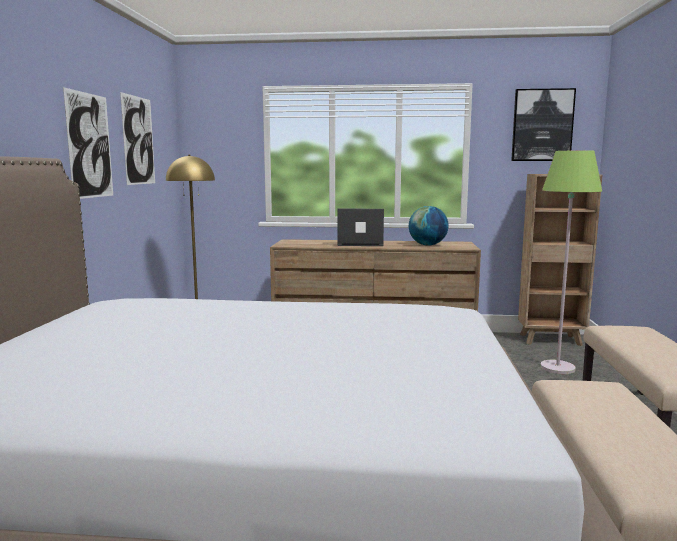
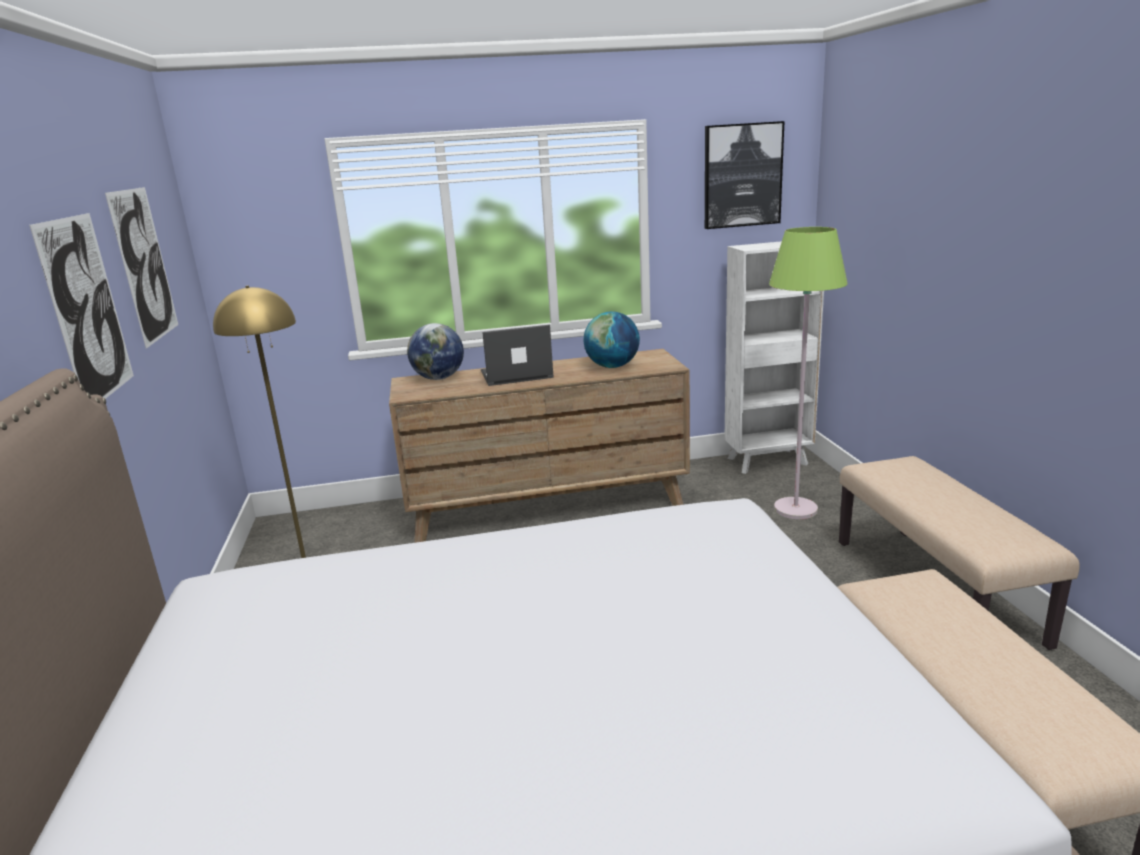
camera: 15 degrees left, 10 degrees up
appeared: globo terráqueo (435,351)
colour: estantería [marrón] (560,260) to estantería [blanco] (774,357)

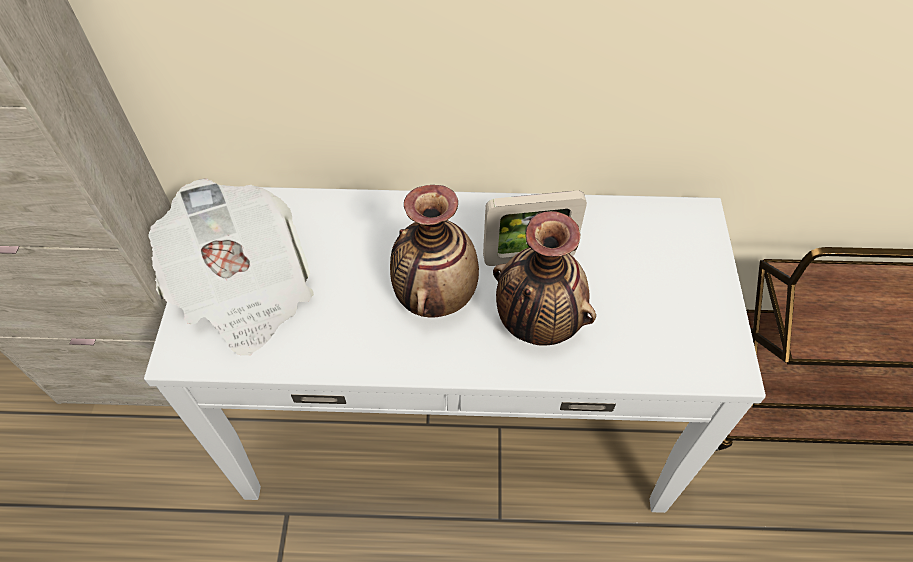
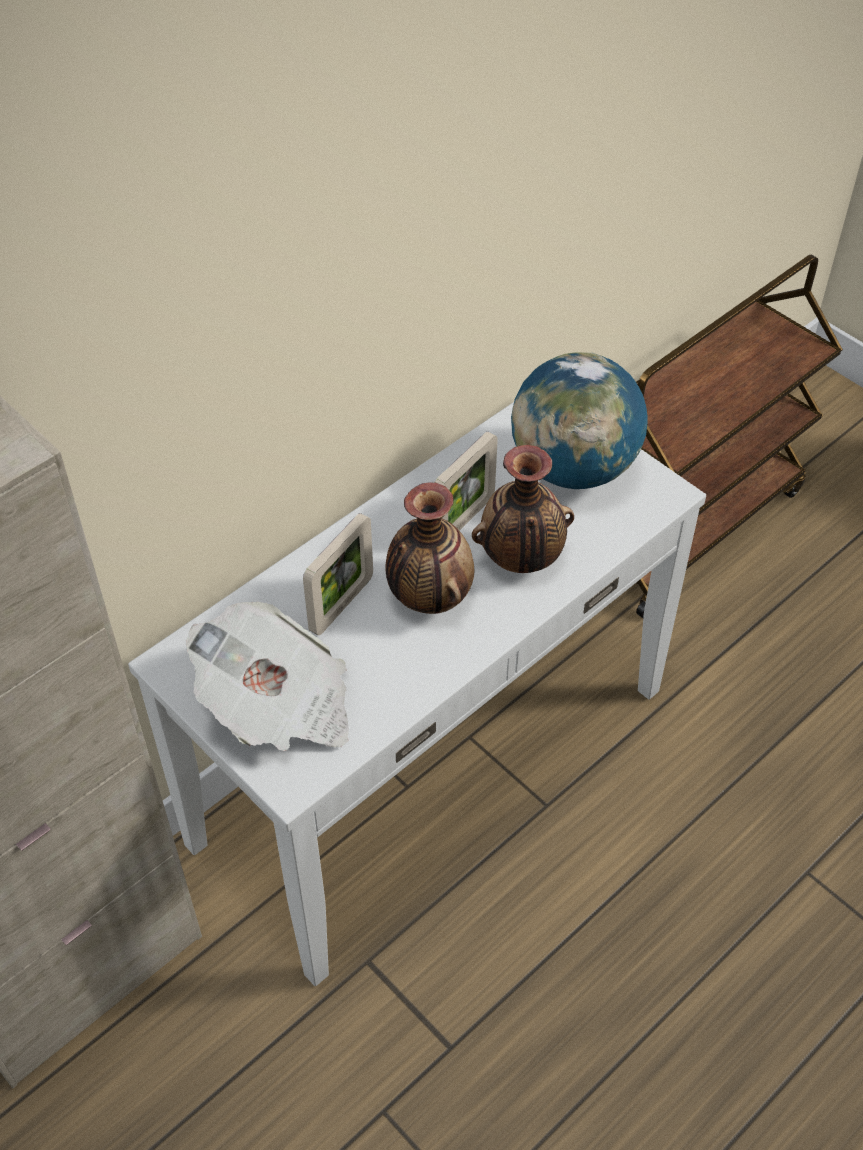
camera: 45 degrees left, 5 degrees down
appeared: globo terráqueo (579,420); portarretratos (338,574)

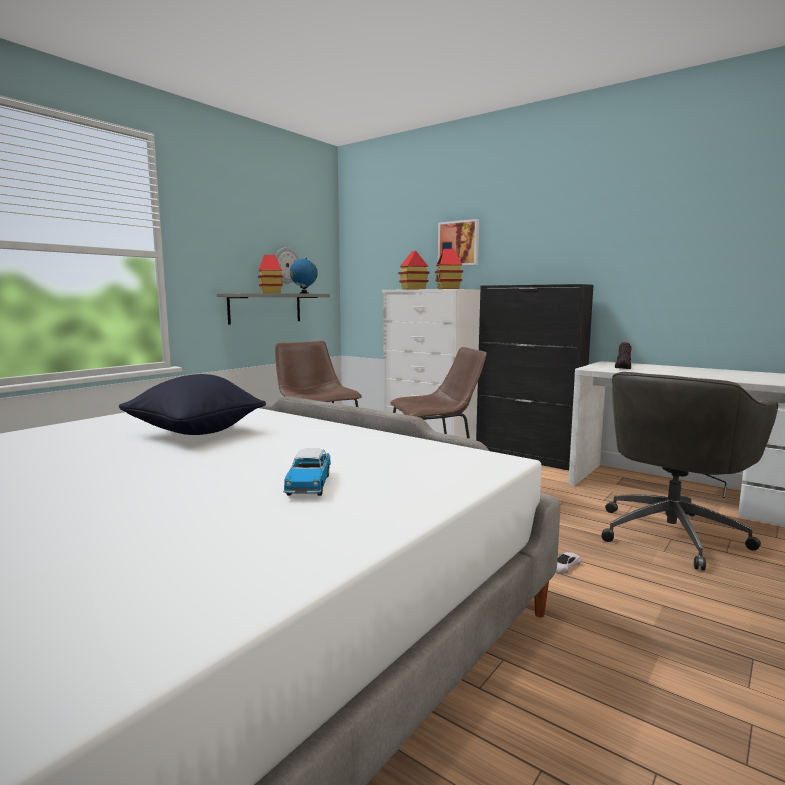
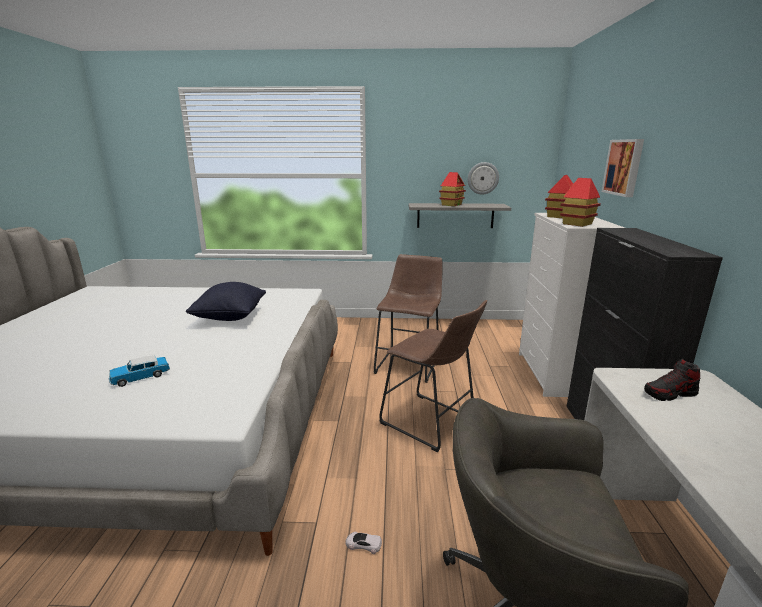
camera: 55 degrees right, 10 degrees up
missing: globo terráqueo (304,276)

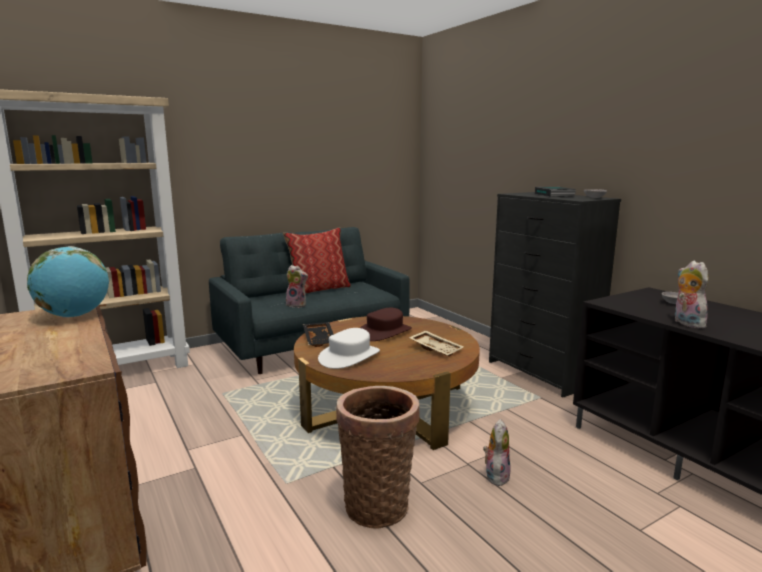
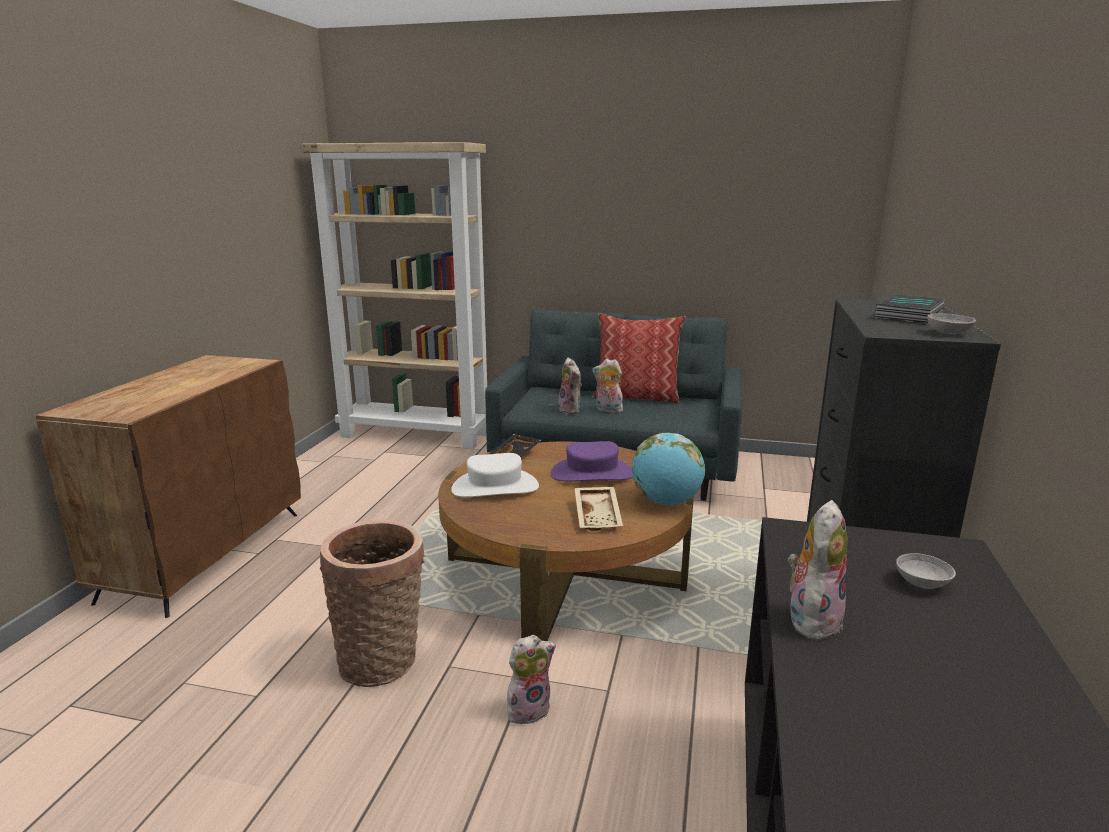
camera: 45 degrees right, 5 degrees up
appeared: peluche (608,386)
relocated: globo terráqueo (68,282) to (668,469)
colour: sombrero [marrón] (386,324) to sombrero [morado] (592,461)

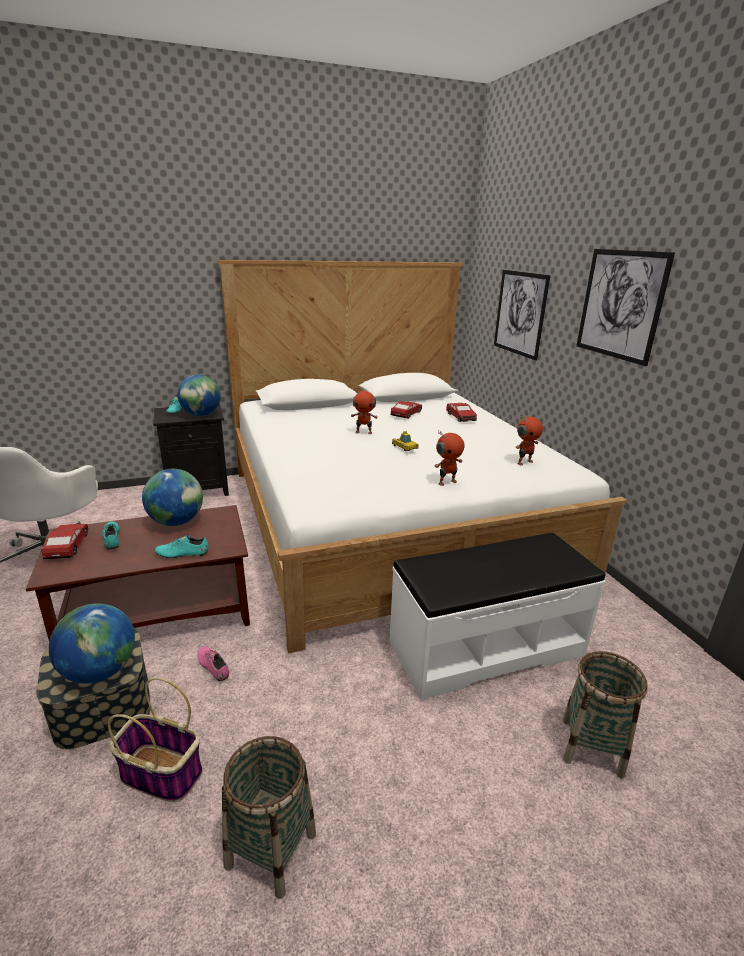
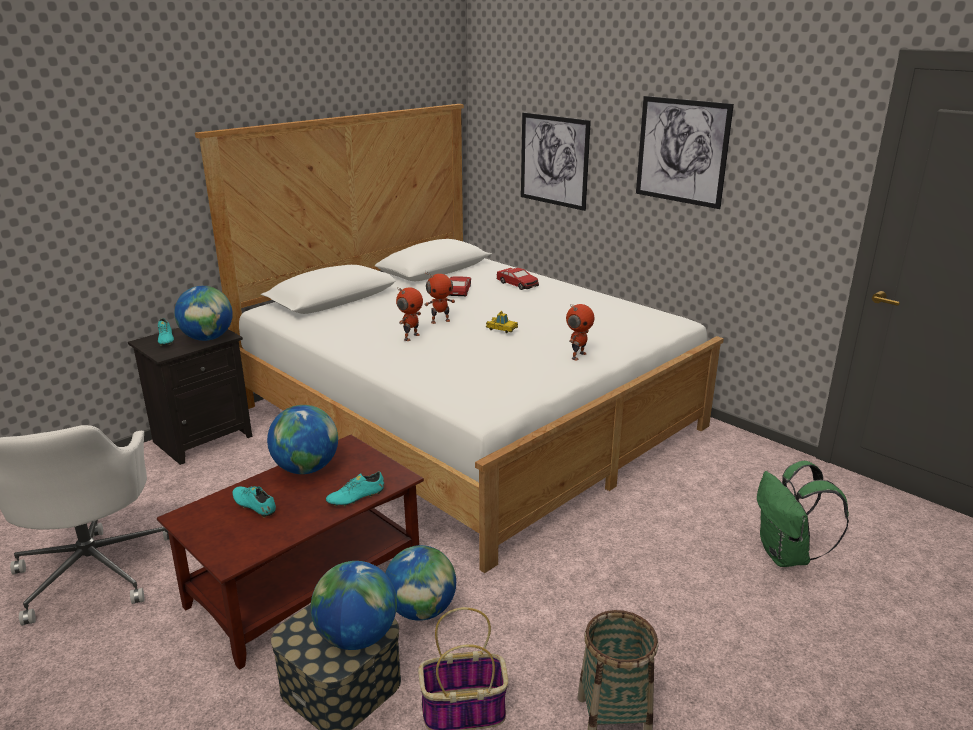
camera: 25 degrees left, 0 degrees up
missing: coche de juguete (64,541); banco [blanco] (498,616)
relocated: robot de juguete (529,440) to (409,314)
exchanged: zapato [rosa] (213,663) to globo terráqueo (420,583); cesta (605,715) to mochila [verde] (803,514)

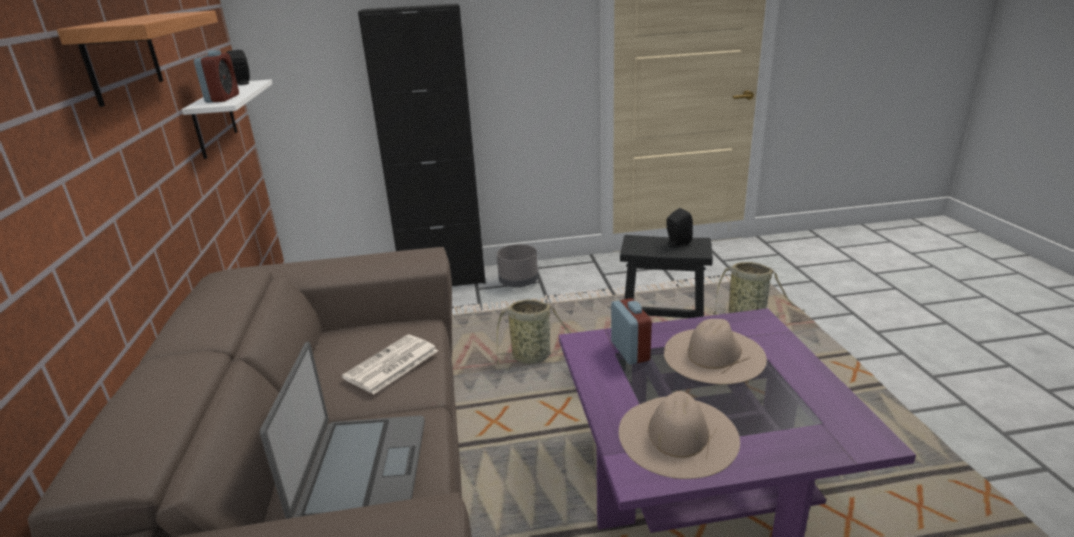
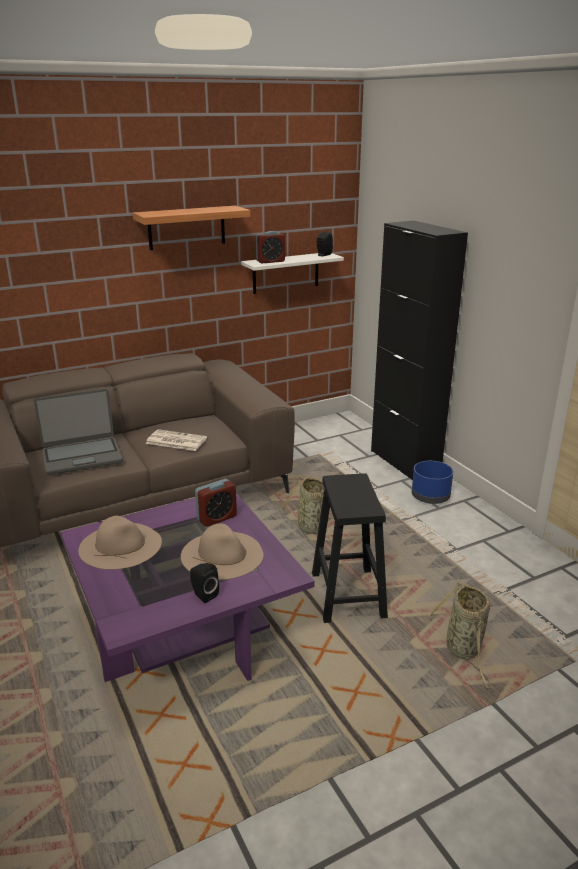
camera: 70 degrees right, 0 degrees up
relocated: altavoz [negro] (680,227) to (204,583)
colour: maceta [gris] (517,265) to maceta [azul] (432,482)

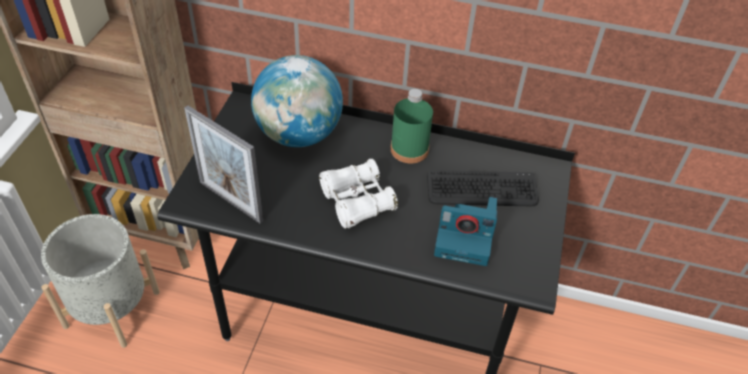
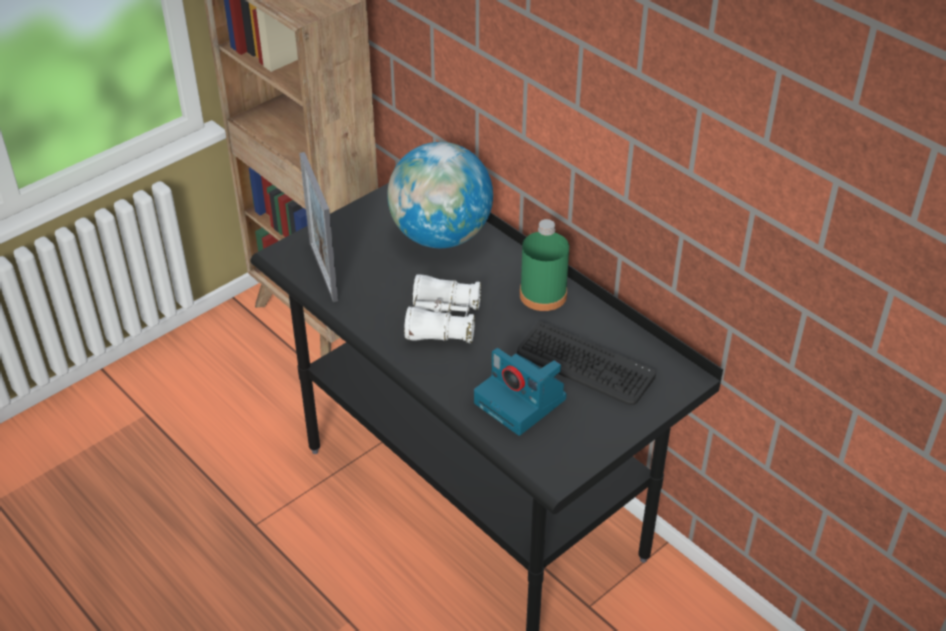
camera: 35 degrees right, 5 degrees down
missing: maceta [gris] (100,281)

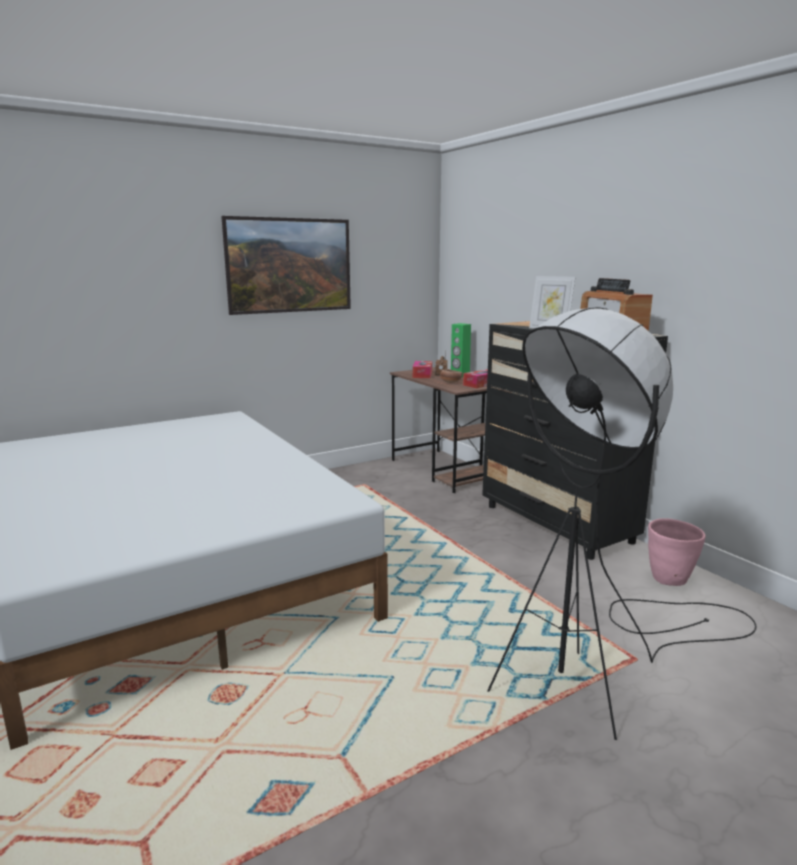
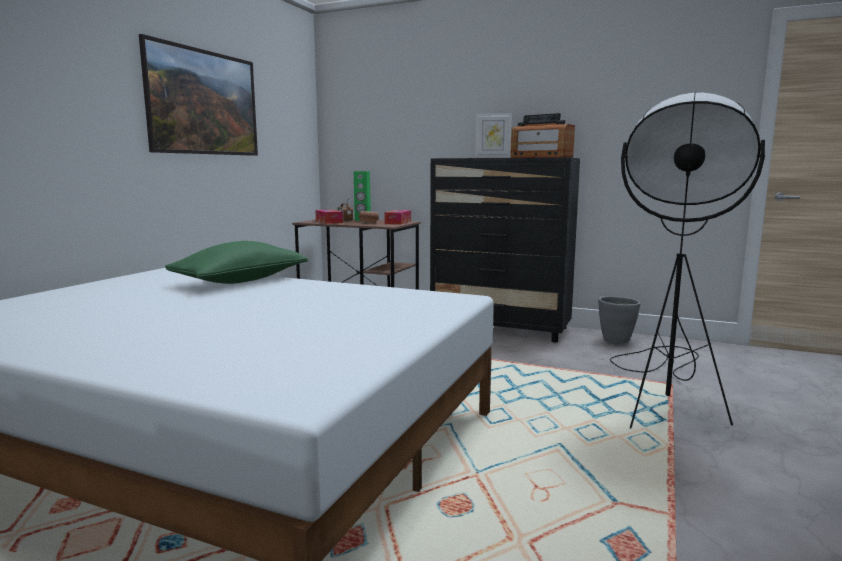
camera: 35 degrees left, 5 degrees down
appeared: cojín [verde] (236,262)
colour: maceta [rosa] (677,552) to maceta [gris] (619,320)

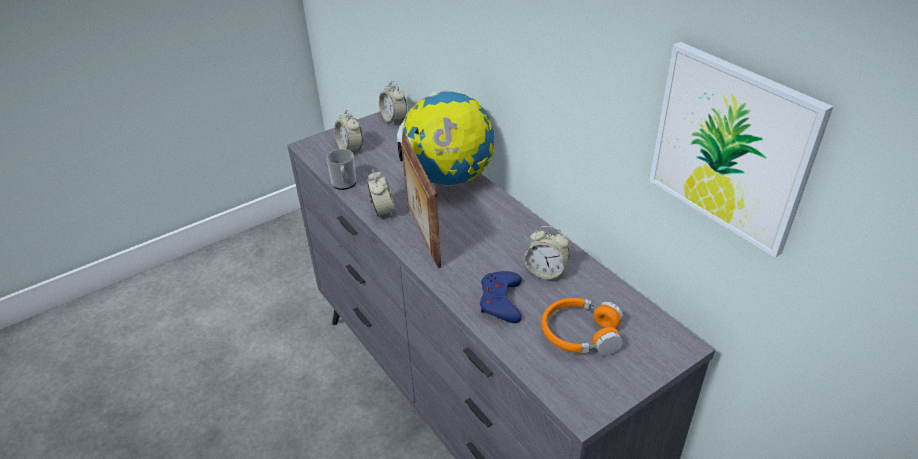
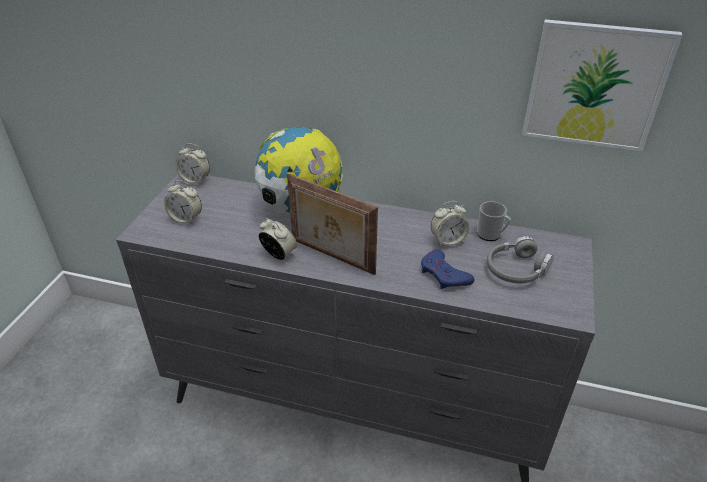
camera: 40 degrees left, 0 degrees up
relocated: taza grande (341,169) to (494,221)
colour: auriculares [naranja] (582,327) to auriculares [gris] (520,259)

